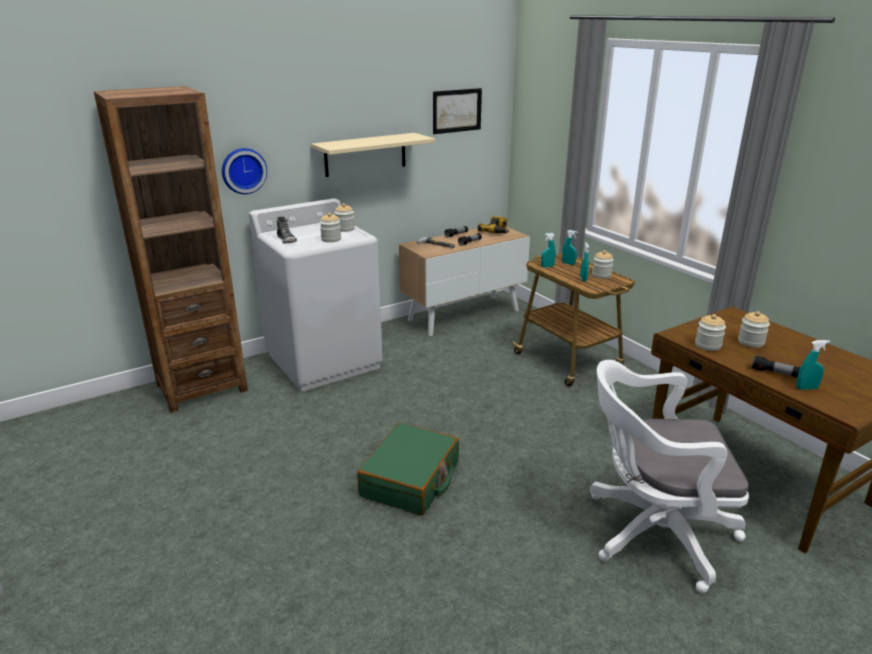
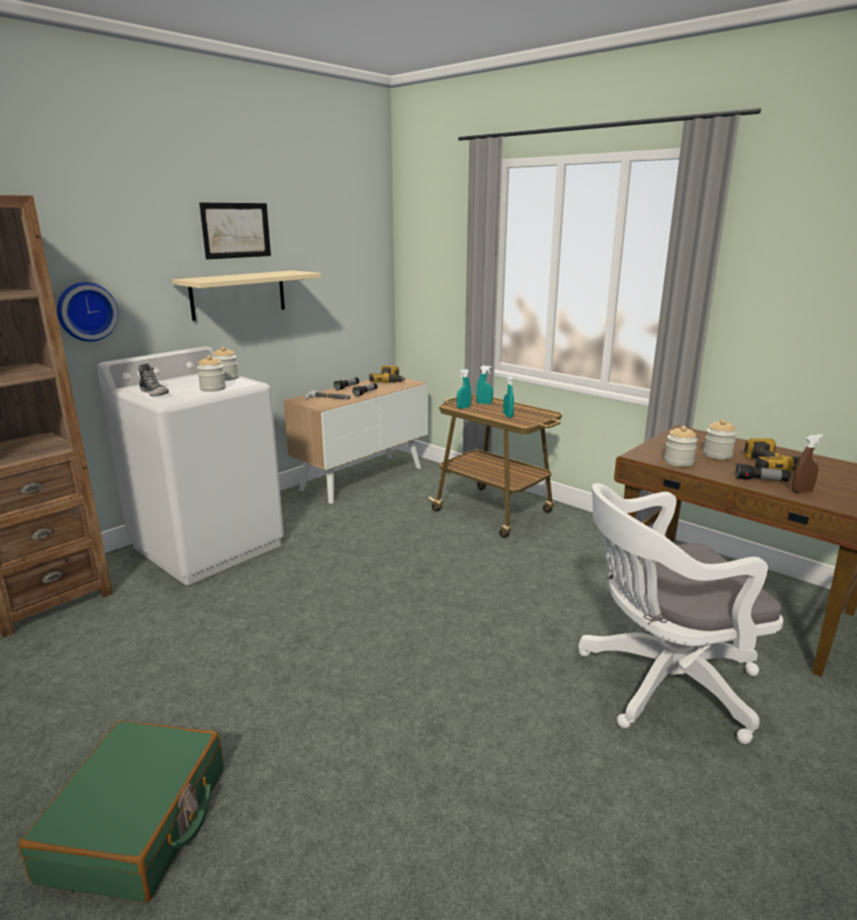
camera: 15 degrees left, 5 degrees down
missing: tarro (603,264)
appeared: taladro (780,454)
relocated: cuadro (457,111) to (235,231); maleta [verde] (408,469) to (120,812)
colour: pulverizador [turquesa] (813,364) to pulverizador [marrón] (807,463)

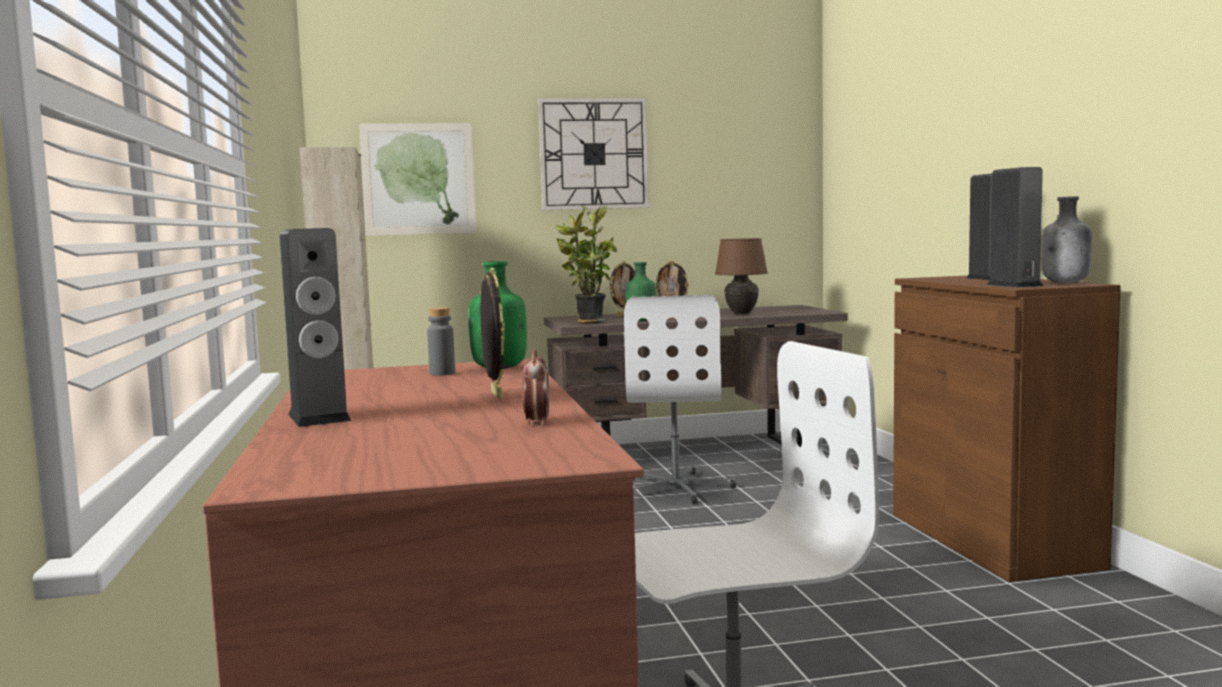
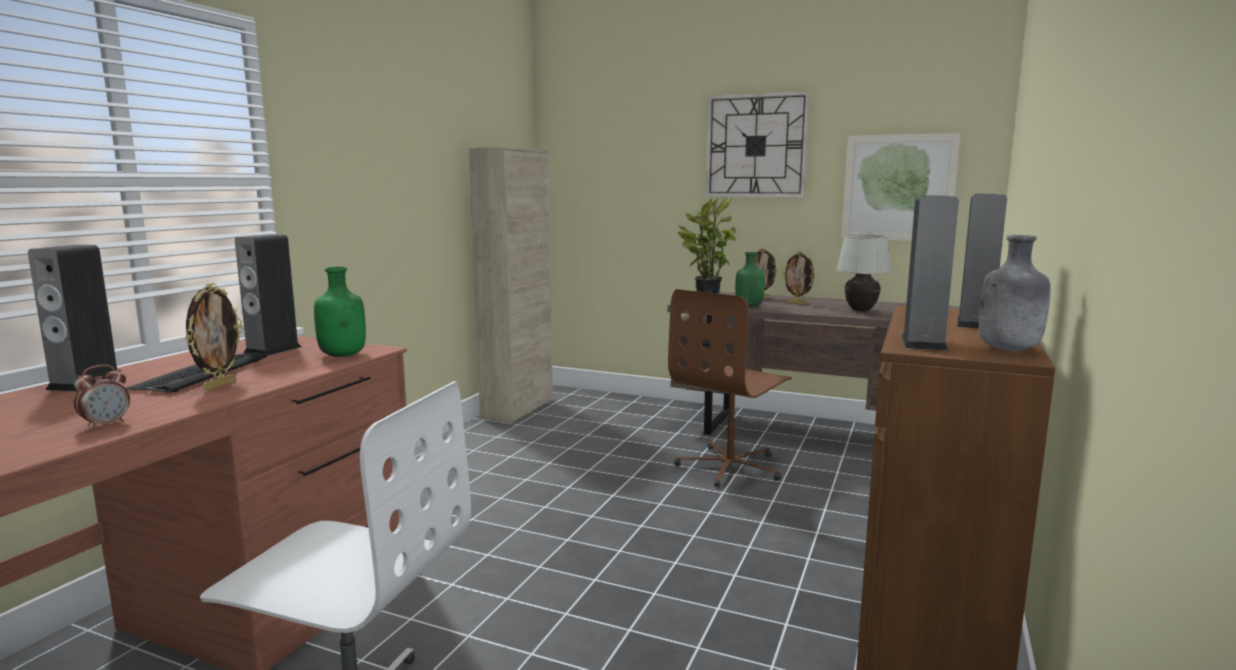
camera: 35 degrees right, 5 degrees up
missing: botella [gris] (441,341)
appeared: altavoz (268,295); teclado (196,372)
relocated: cuadro (418,179) to (901,187)
colour: lámpara de mesa [marrón] (741,276) to lámpara de mesa [blanco] (864,272); silla de oficina [blanco] (680,399) to silla de oficina [marrón] (730,388)

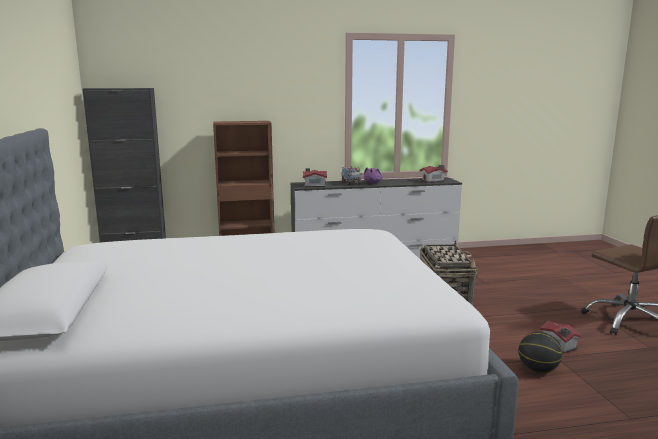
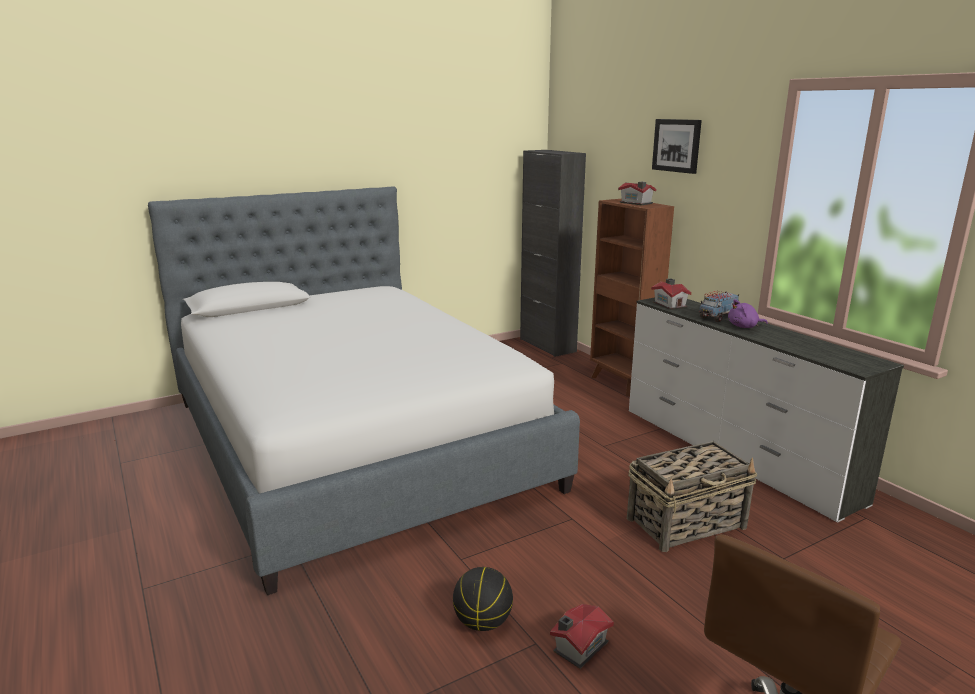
camera: 70 degrees right, 5 degrees up
appeared: cuadro (677,146)
relocated: casita (433,174) to (637,193)

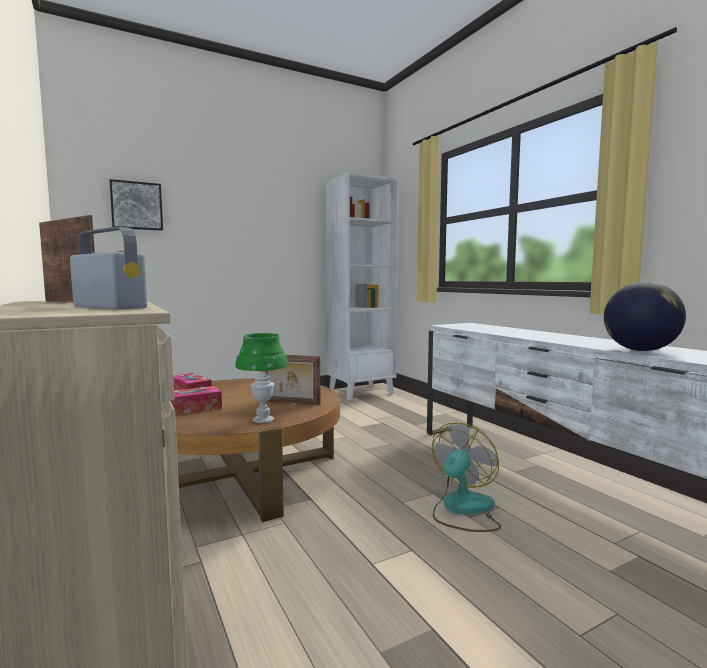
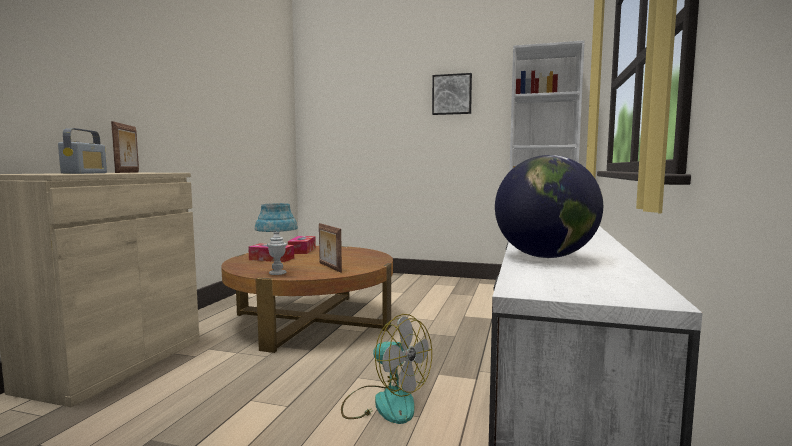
camera: 45 degrees right, 0 degrees up
relocated: cuadro (136,205) to (452,94)
colour: lámpara de mesa [verde] (261,378) to lámpara de mesa [azul] (276,239)
spun: ventilador (466,477) = (386,369) 45 degrees clockwise

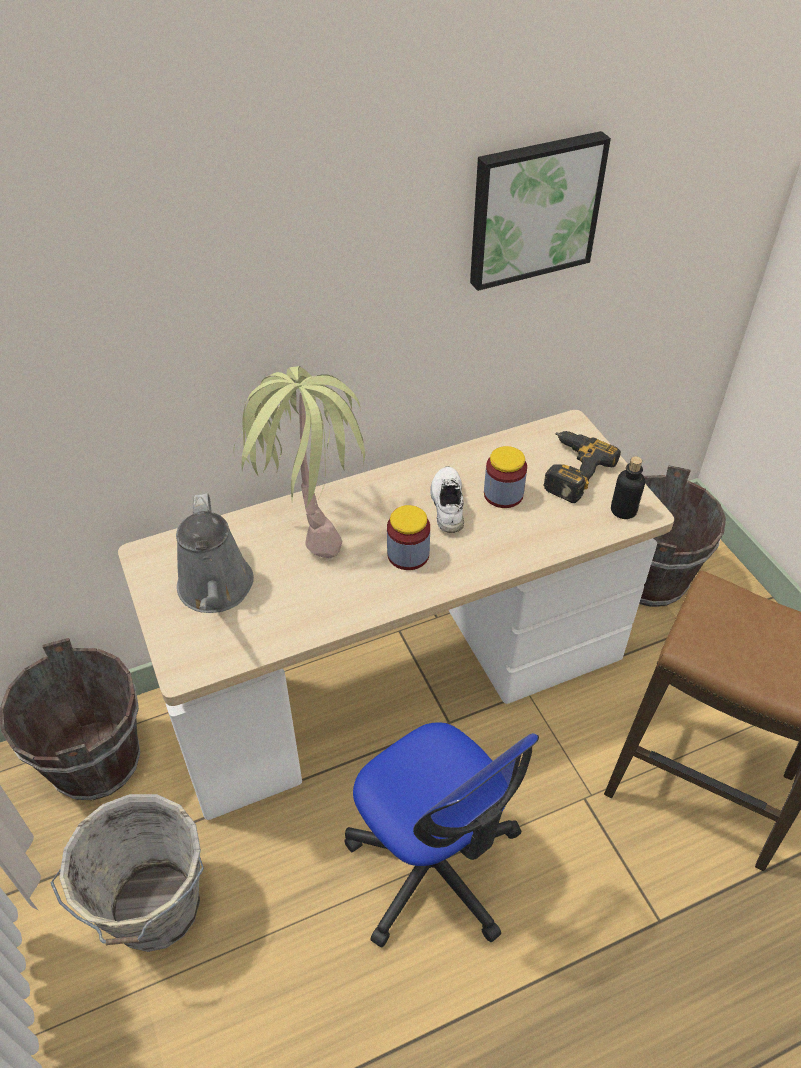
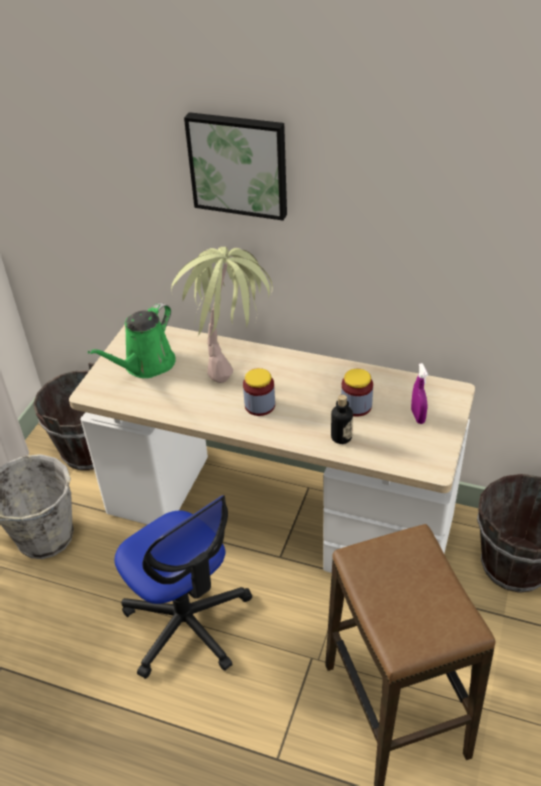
camera: 45 degrees right, 5 degrees down
missing: zapato [blanco] (447,499)
relocated: cuadro (540,211) to (235,166); botella (628,487) to (342,419)
exchanged: taladro (582,467) to pulverizador [morado] (419,393)
colour: regadera [gris] (215,553) to regadera [verde] (132,340)
spun: silla de oficina (441,835) = (183,587) 45 degrees counterclockwise

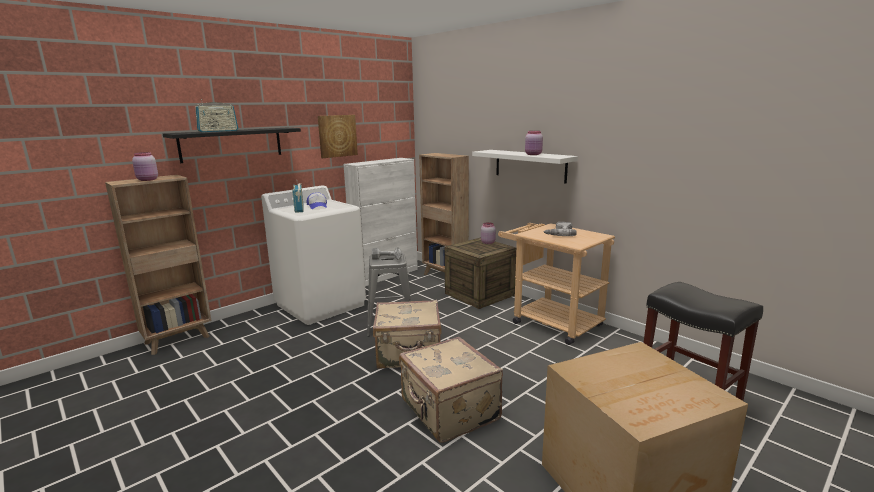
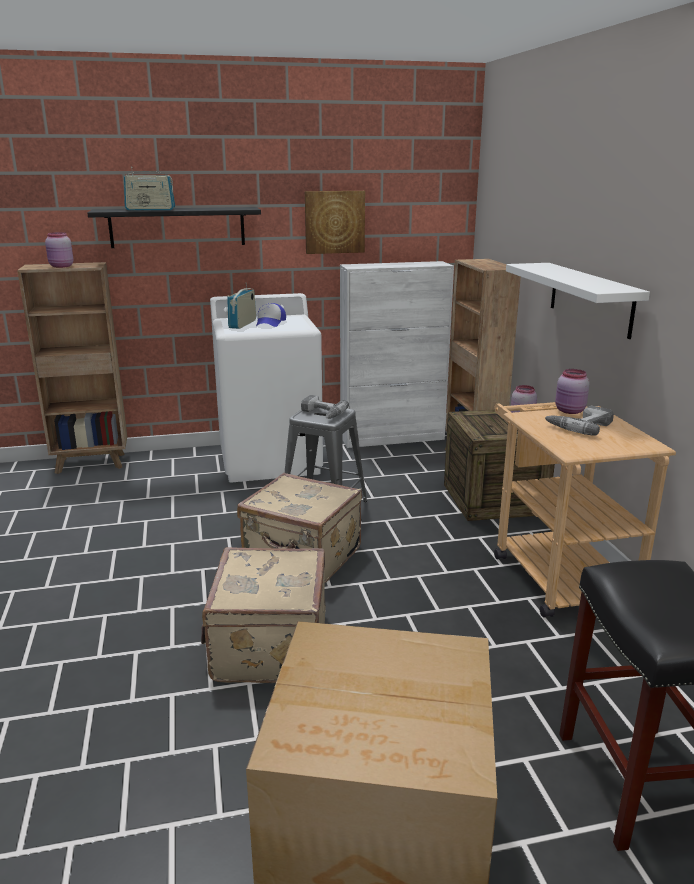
camera: 30 degrees right, 5 degrees up
relocated: tarro [rosa] (534,143) to (572,391)

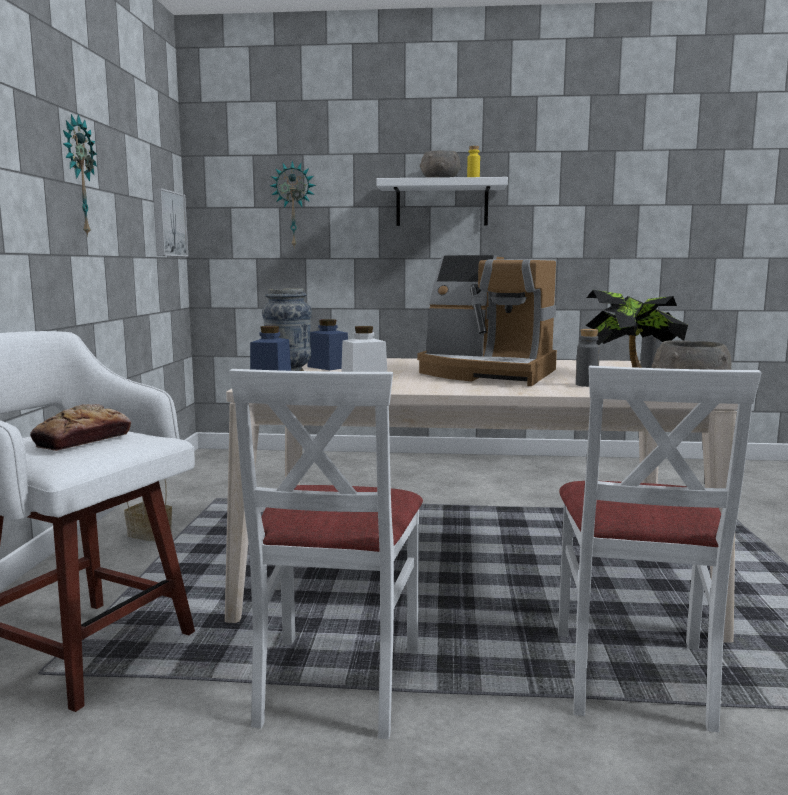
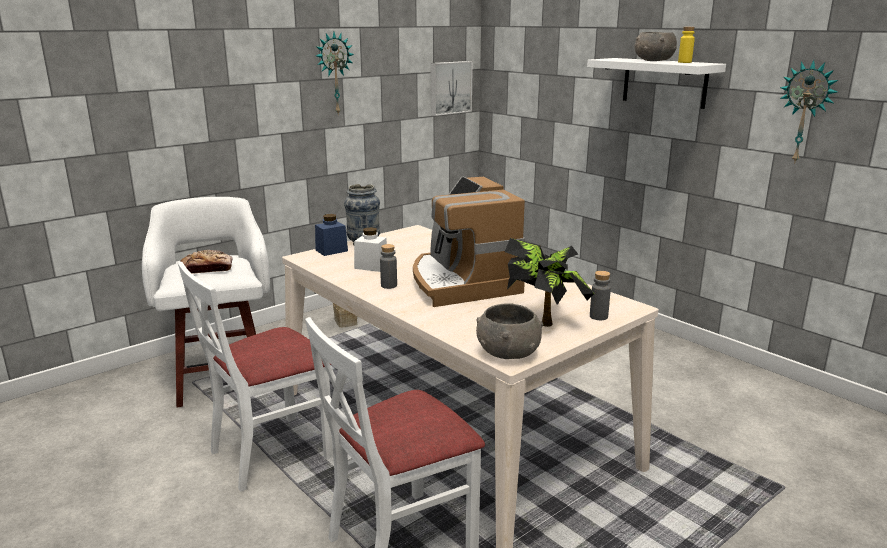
camera: 45 degrees right, 10 degrees up
missing: tarro [azul] (328,344)
relocated: reloj de pared (293,205) to (809,112); botella [gris] (588,358) to (388,266)

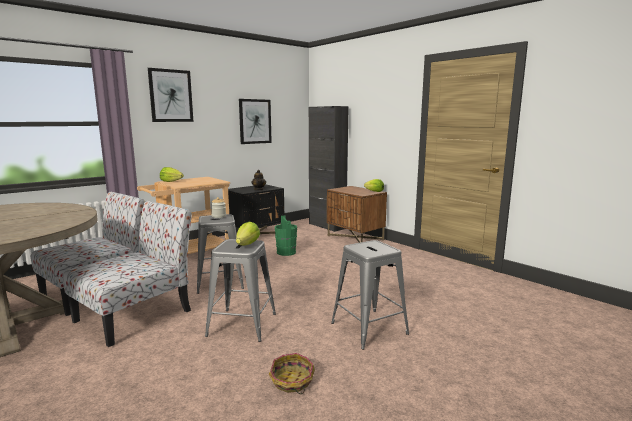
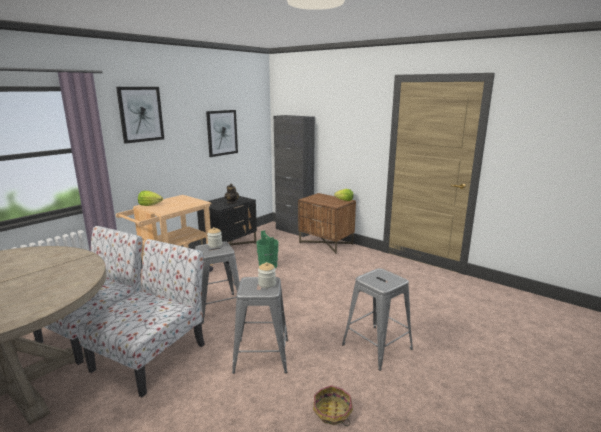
camera: 10 degrees left, 5 degrees up
exchanged: lechuga (248,234) to tarro (267,275)

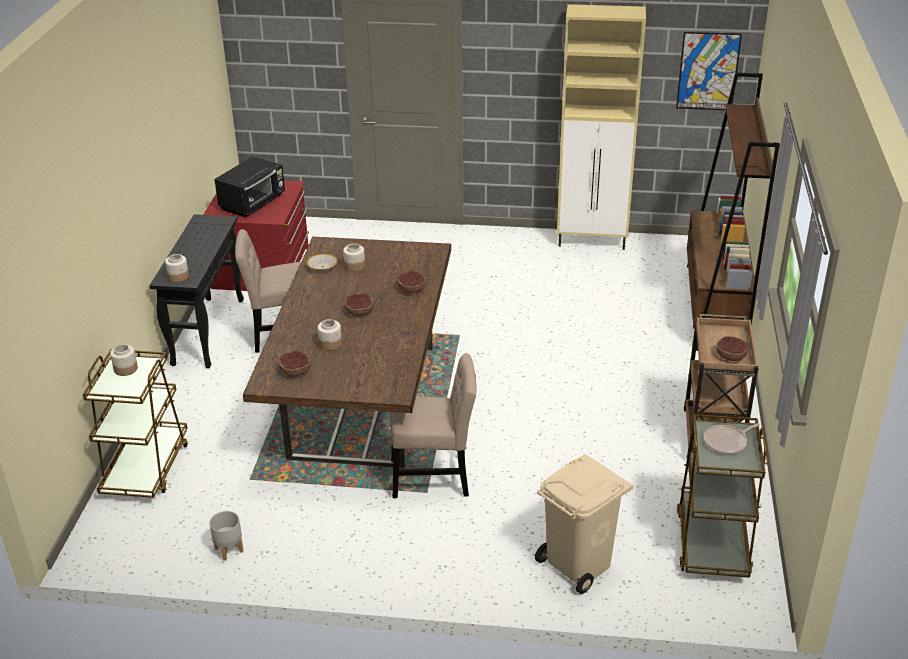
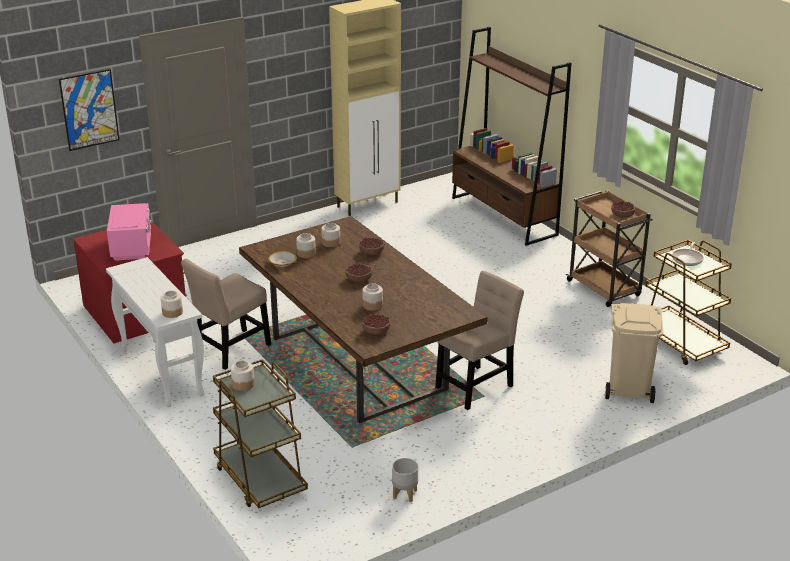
camera: 40 degrees left, 5 degrees down
appeared: tarro (330,235)
relocated: cuadro (709,71) to (89,110)
colour: microondas [negro] (249,186) to microondas [rosa] (129,232); mesa consola [negro] (196,291) to mesa consola [blanco] (155,332)

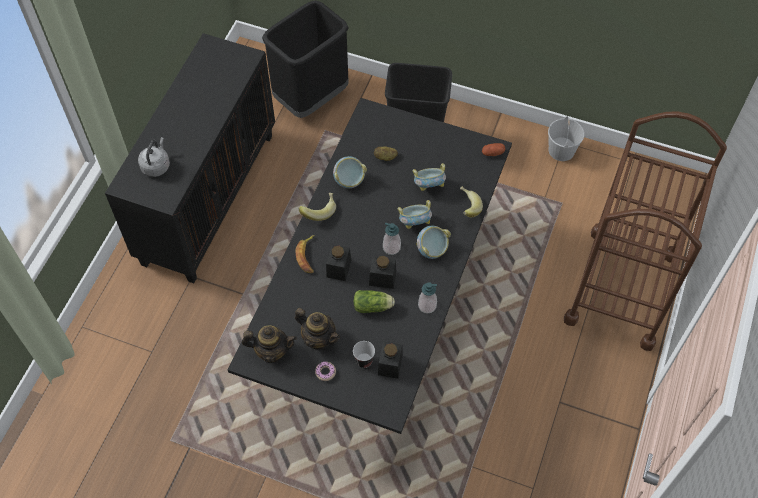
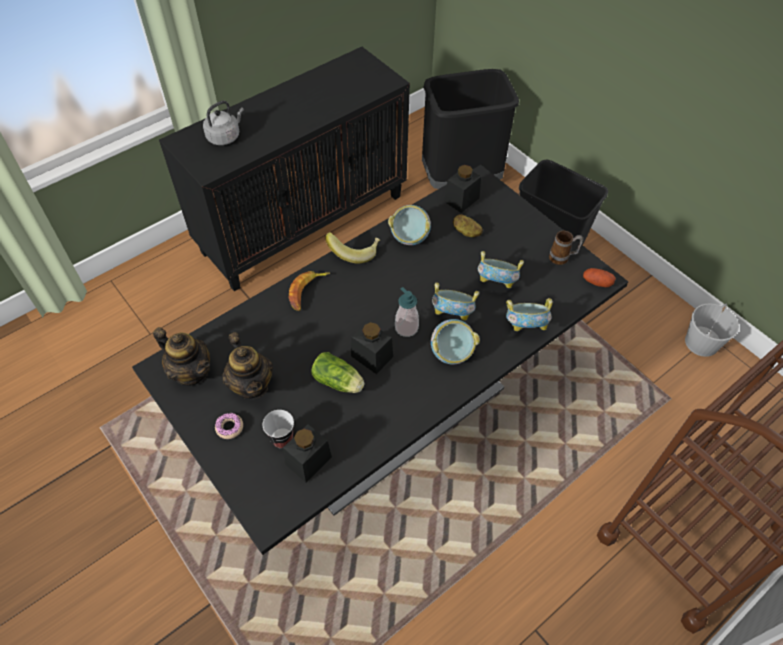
camera: 30 degrees right, 5 degrees down
missing: dispensador de jabón (427,297)
appeared: taza grande (566,248)
relocated: tarro [negro] (338,263) to (462,189)
exchanged: plátano (471,201) to cuenco (529,314)

